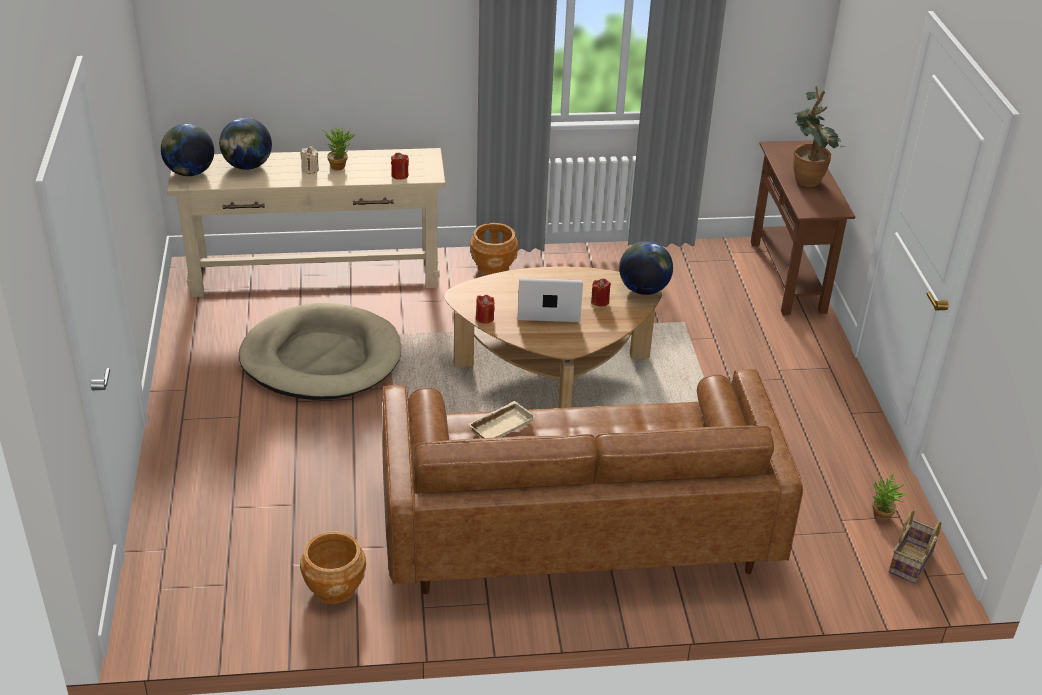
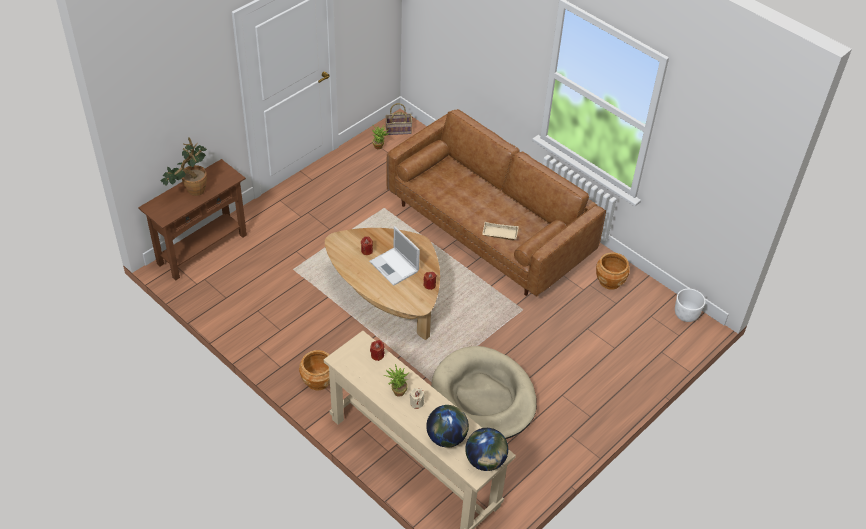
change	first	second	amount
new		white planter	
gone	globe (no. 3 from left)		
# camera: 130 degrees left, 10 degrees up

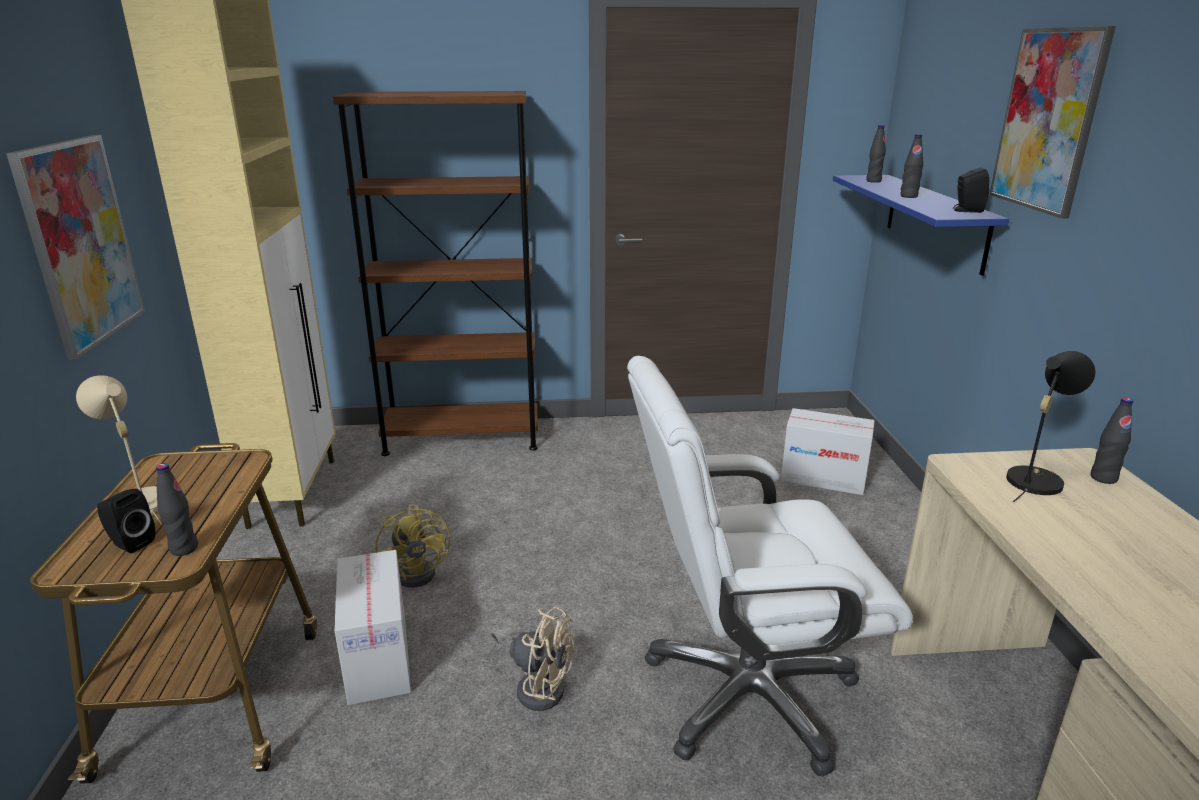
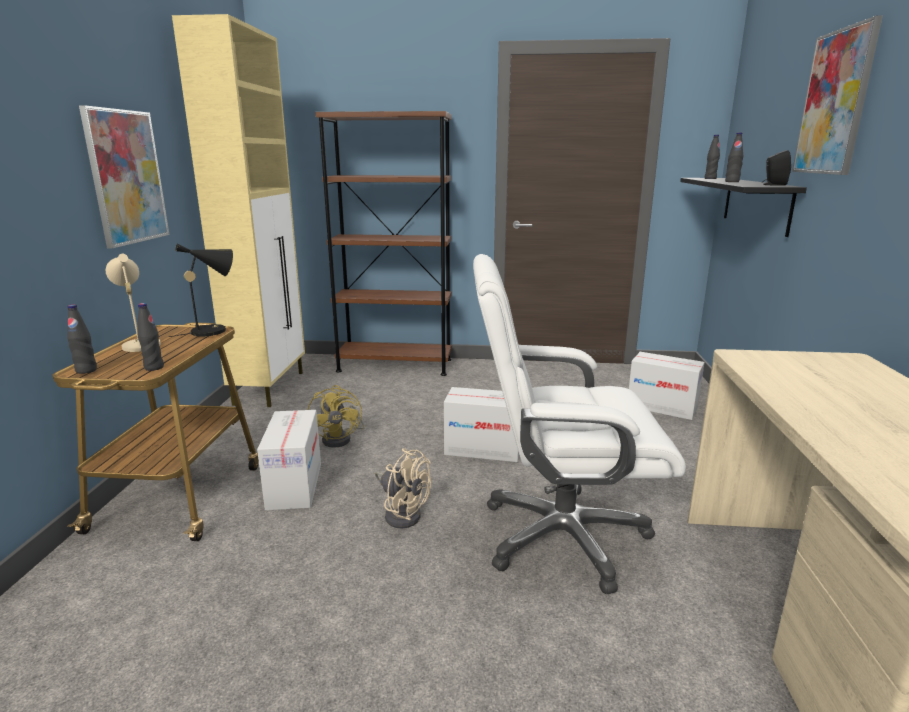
change	first	second	amount
shifted	black bottle (no. 4 from left in the first image)	black bottle (no. 1 from left)	
shifted	black table lamp		
new		cardboard box (no. 2 from left)	
repainted	blue shelf	black shelf	
gone	black speaker (no. 1 from left)		
# camera: 10 degrees right, 5 degrees down

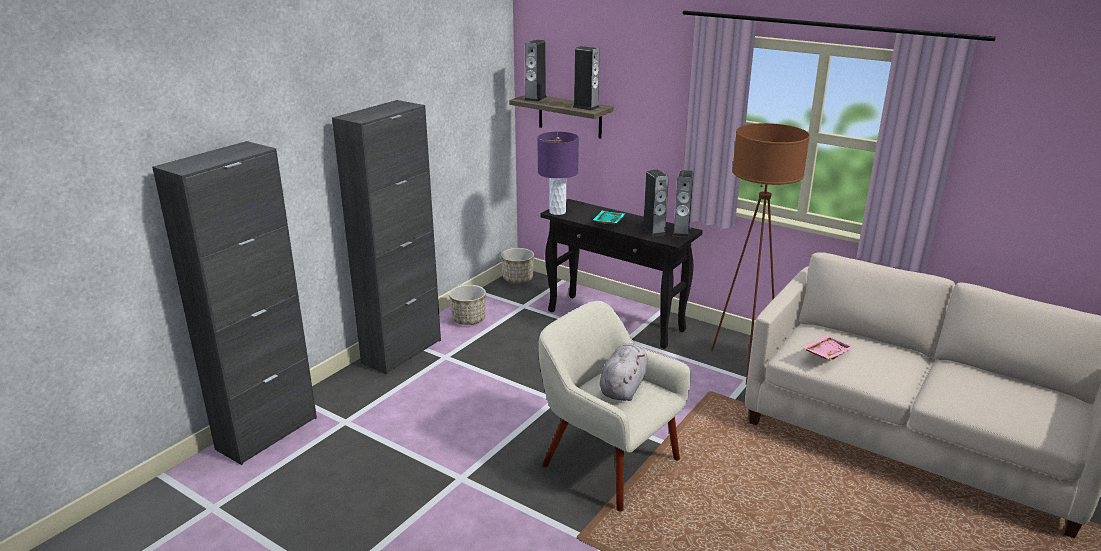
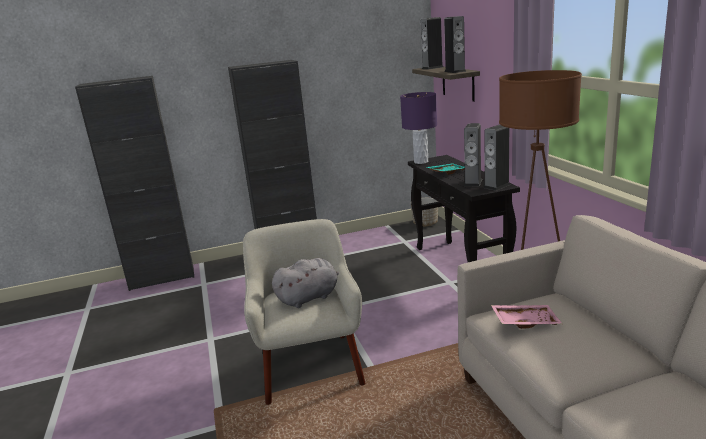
change	first	second	amount
gone	planter (no. 1 from left)		
# camera: 40 degrees right, 5 degrees down

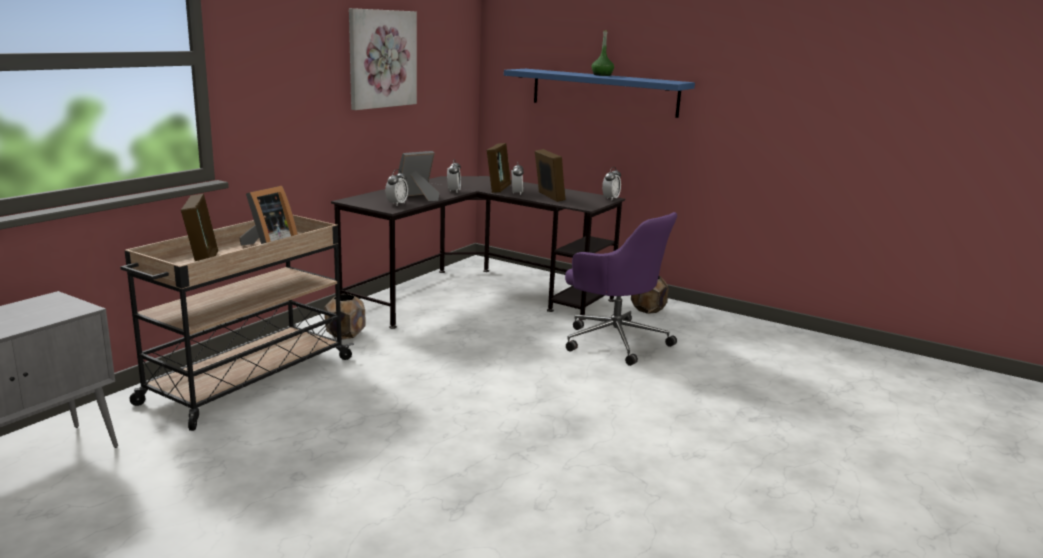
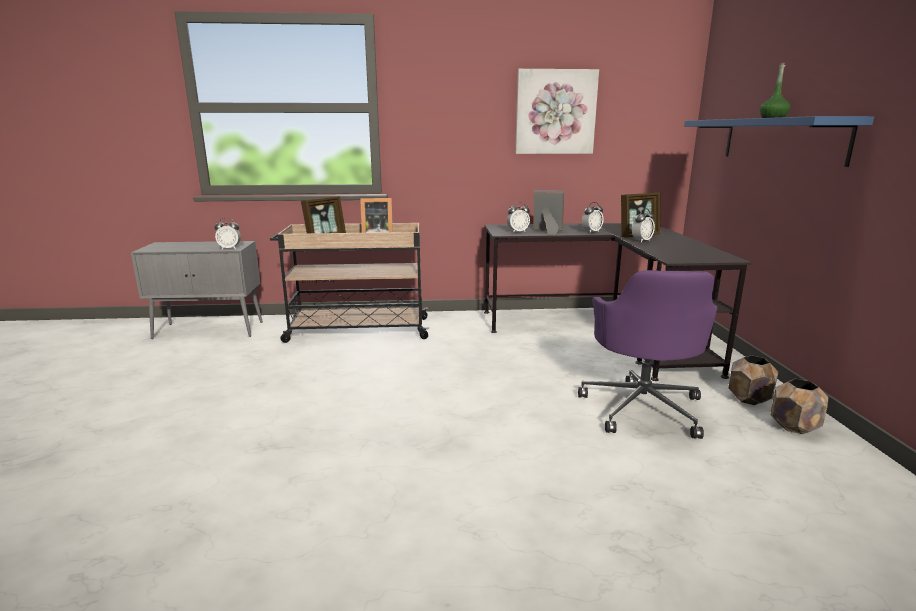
change	first	second	amount
shifted	alarm clock (no. 4 from left in the first image)	alarm clock (no. 1 from left)	
shifted	brown planter (no. 1 from left in the first image)	brown planter (no. 2 from left)	
gone	picture frame (no. 5 from left)		
# camera: 55 degrees right, 0 degrees up

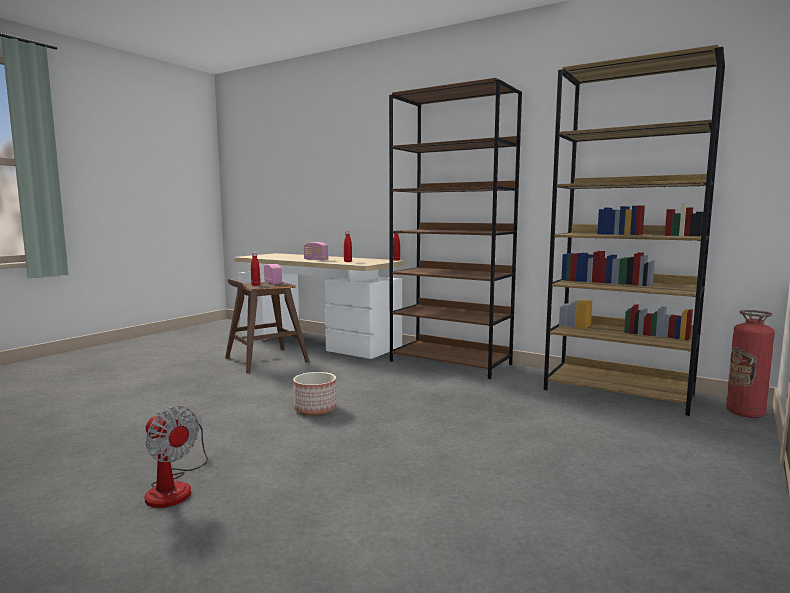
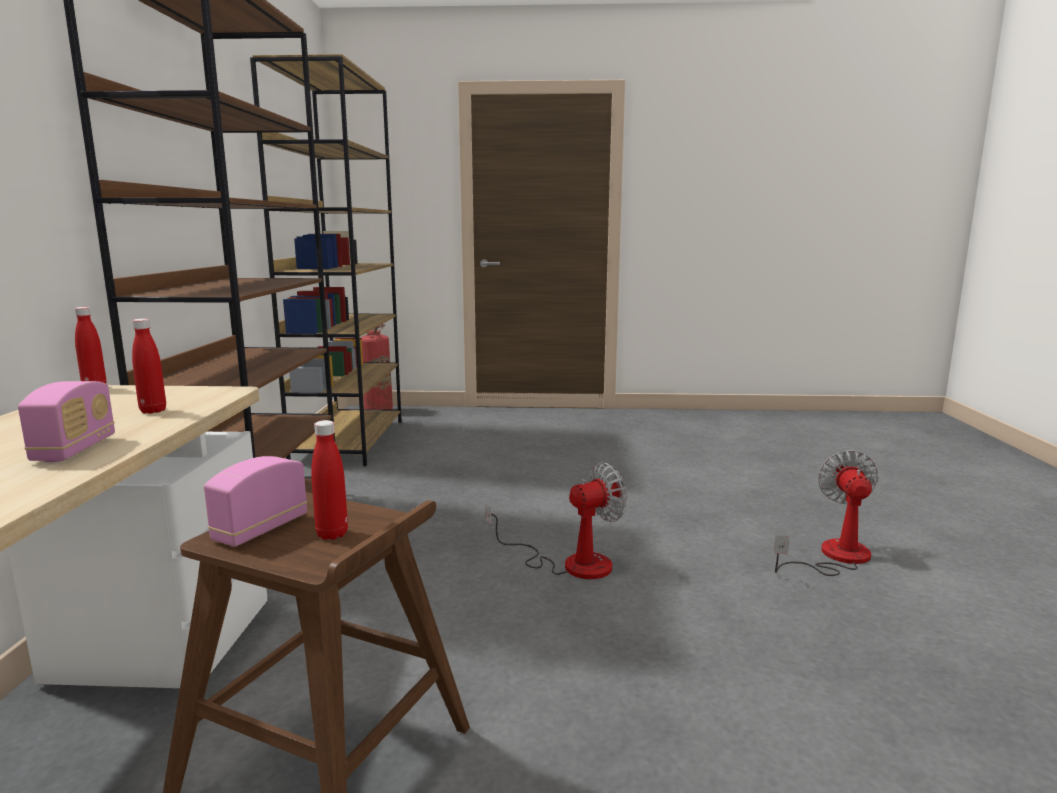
change	first	second	amount
swapped	planter	fan (no. 1 from left)	
# camera: 120 degrees left, 5 degrees up

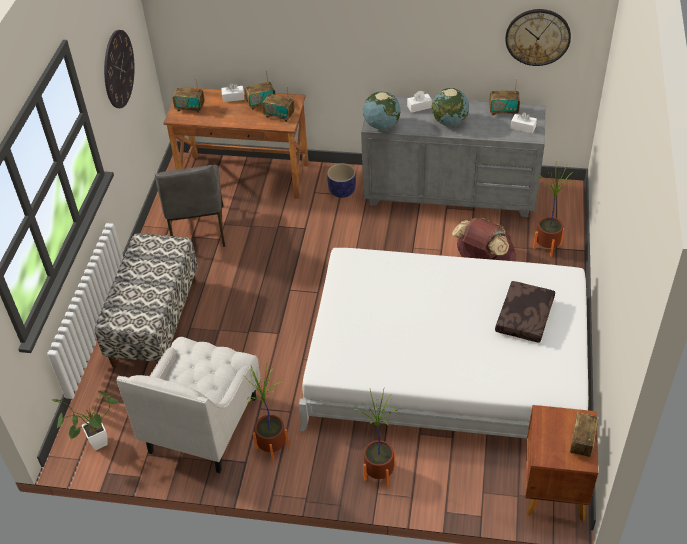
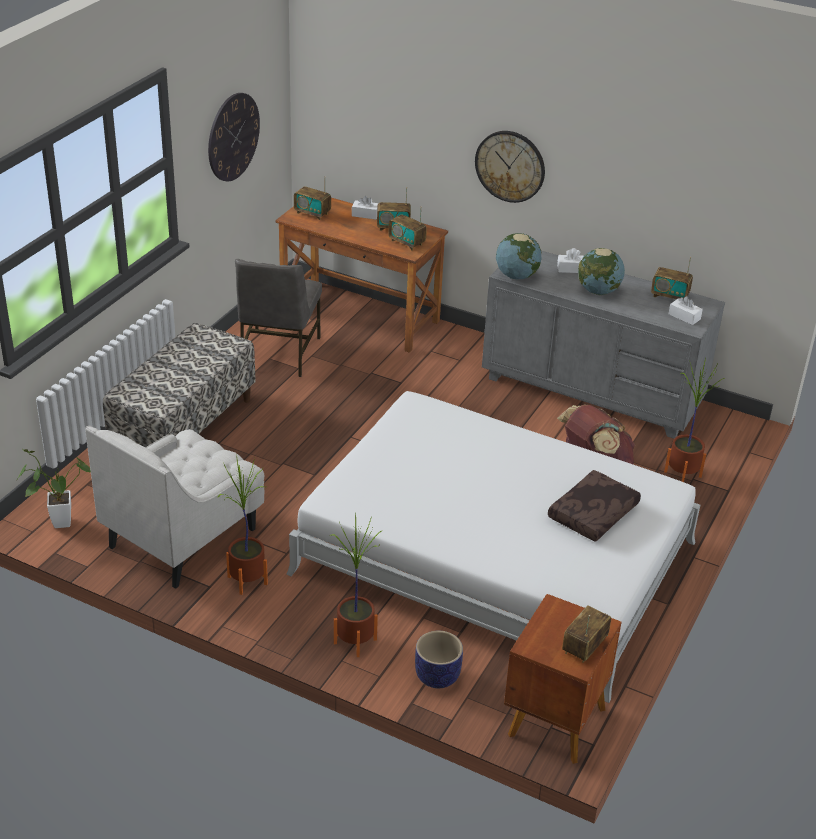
change	first	second	amount
shifted	planter		
shifted	wall clock (no. 2 from left)		
# camera: 15 degrees right, 10 degrees down

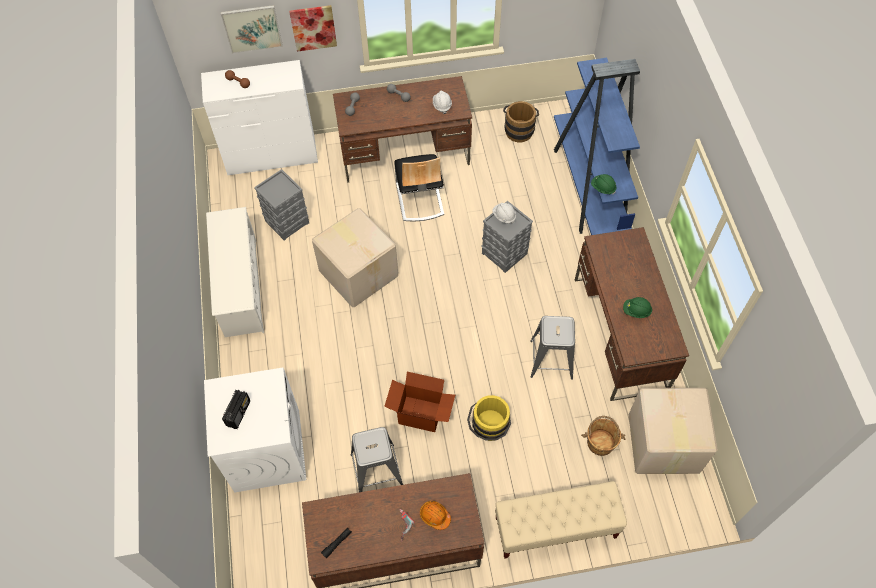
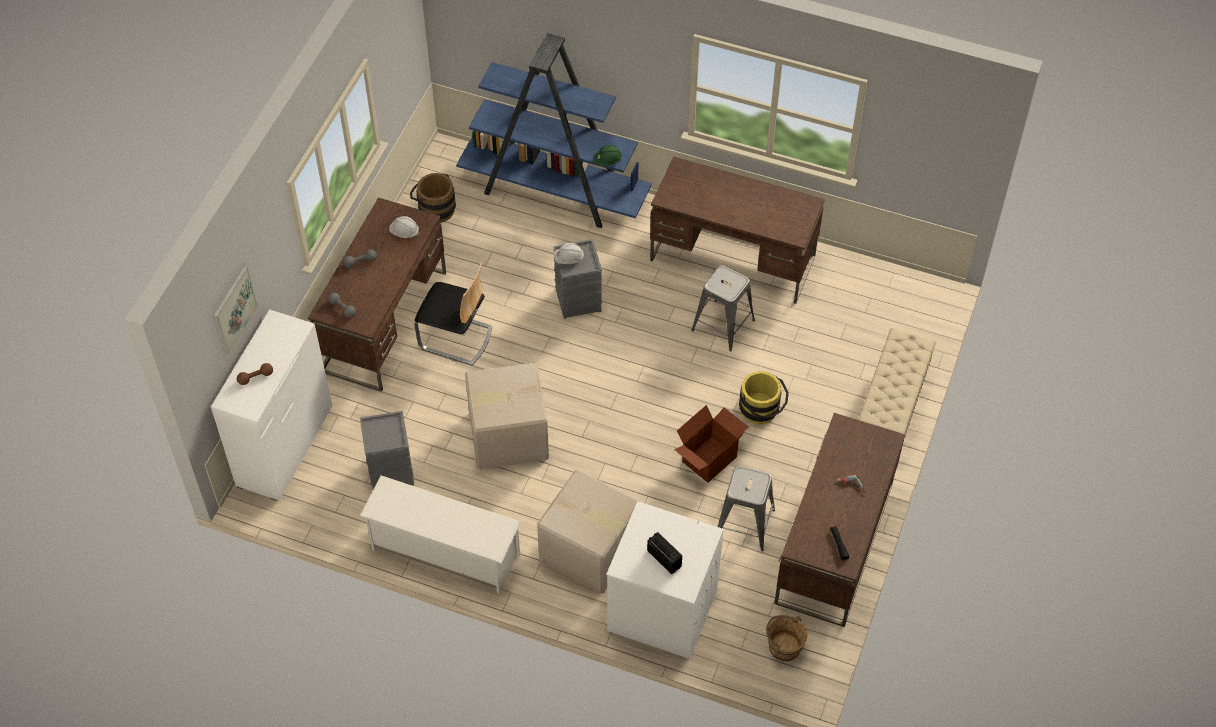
change	first	second	amount
shifted	cardboard box (no. 3 from left in the first image)	cardboard box (no. 2 from left)	
shifted	brown bucket (no. 2 from left)		
gone	picture (no. 2 from left)		
gone	orange hard hat		
gone	green hard hat (no. 2 from left)		
# camera: 60 degrees left, 5 degrees down

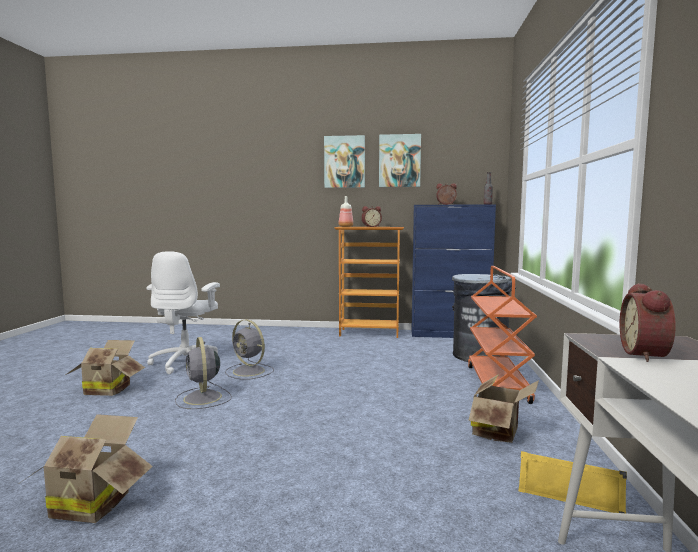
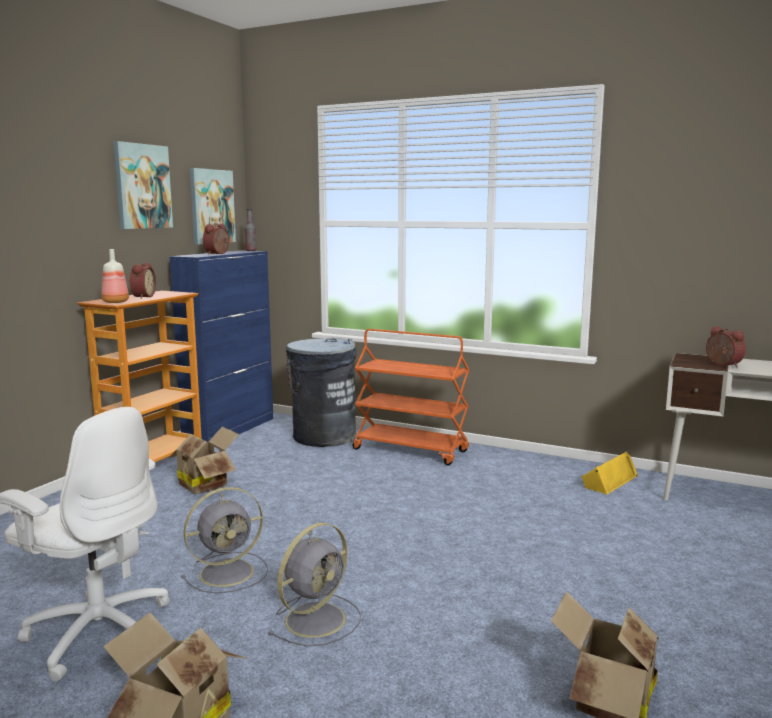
change	first	second	amount
shifted	cardboard box (no. 3 from left in the first image)	cardboard box (no. 2 from left)	
shifted	picture (no. 1 from left in the first image)	picture (no. 2 from left)	
rotated	grey fan (no. 1 from left in the first image)	grey fan (no. 2 from left)	45 degrees counterclockwise
rotated	alarm clock (no. 3 from left)		150 degrees counterclockwise
# camera: 70 degrees left, 5 degrees up

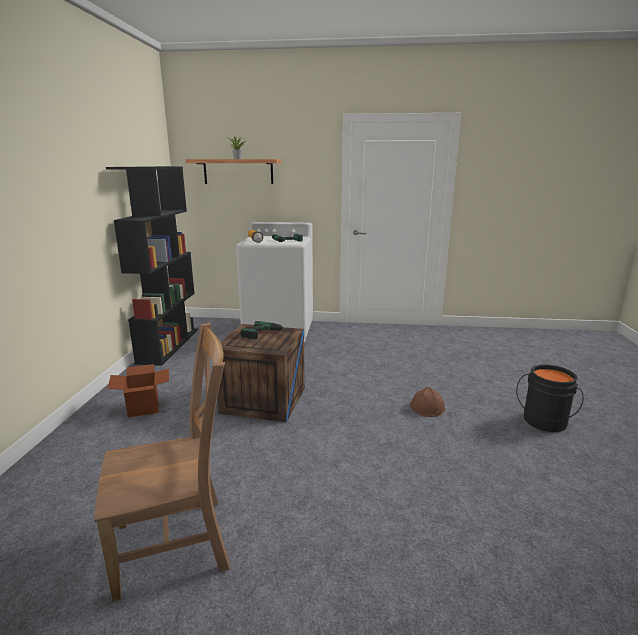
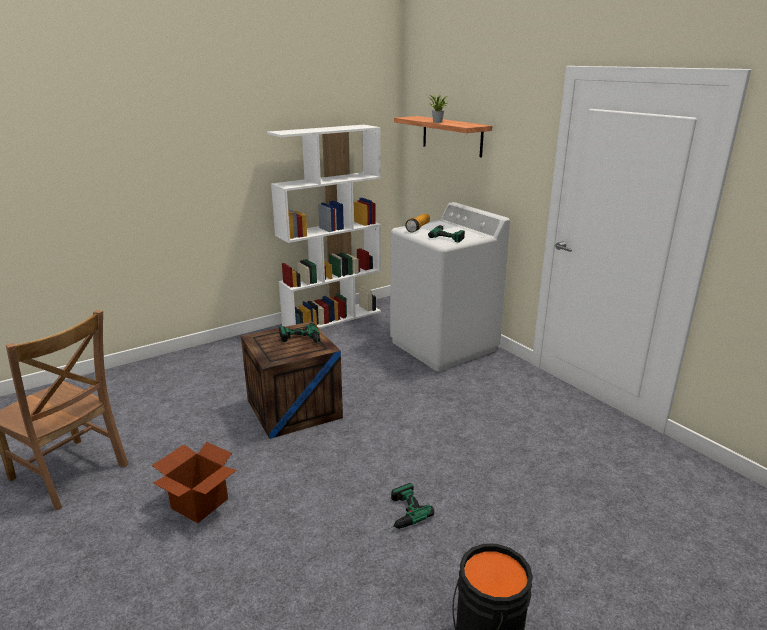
change	first	second	amount
shifted	cardboard box		
repainted	black bookcase	white bookcase	
swapped	brown hard hat	power drill (no. 2 from left)	
# camera: 50 degrees right, 5 degrees up

